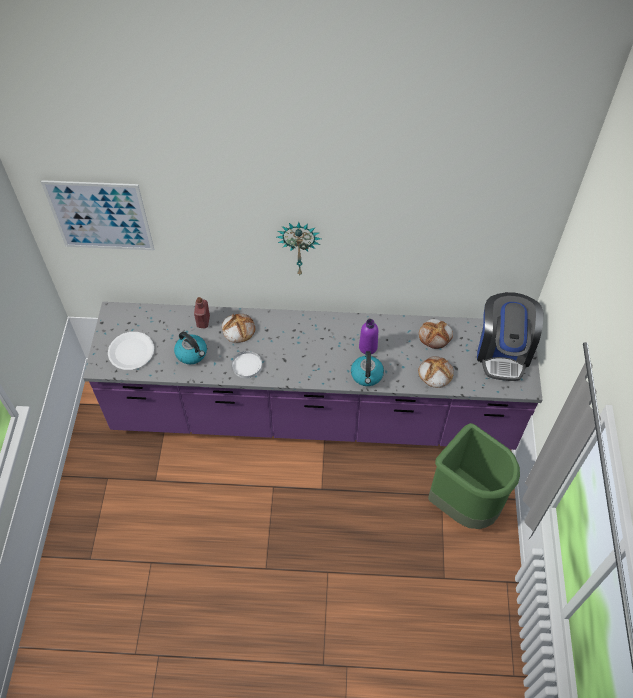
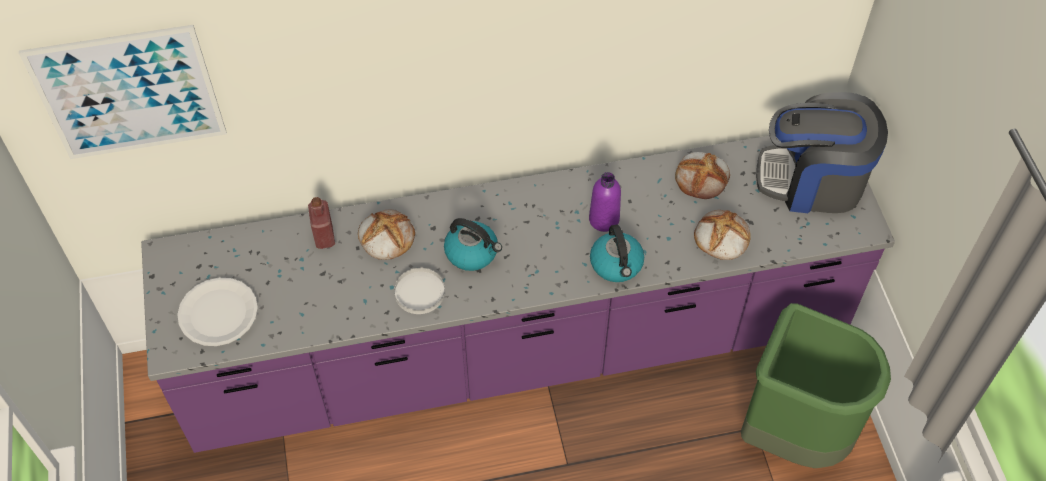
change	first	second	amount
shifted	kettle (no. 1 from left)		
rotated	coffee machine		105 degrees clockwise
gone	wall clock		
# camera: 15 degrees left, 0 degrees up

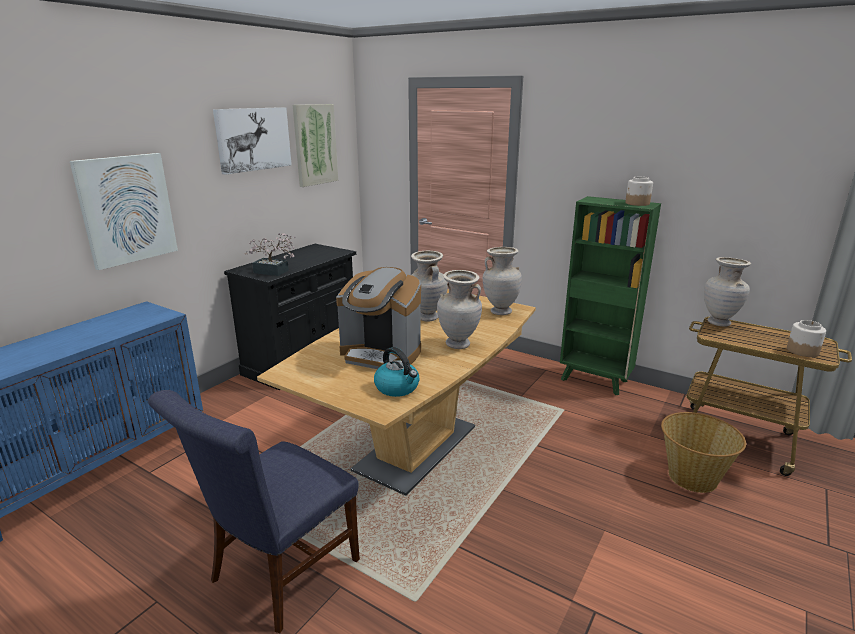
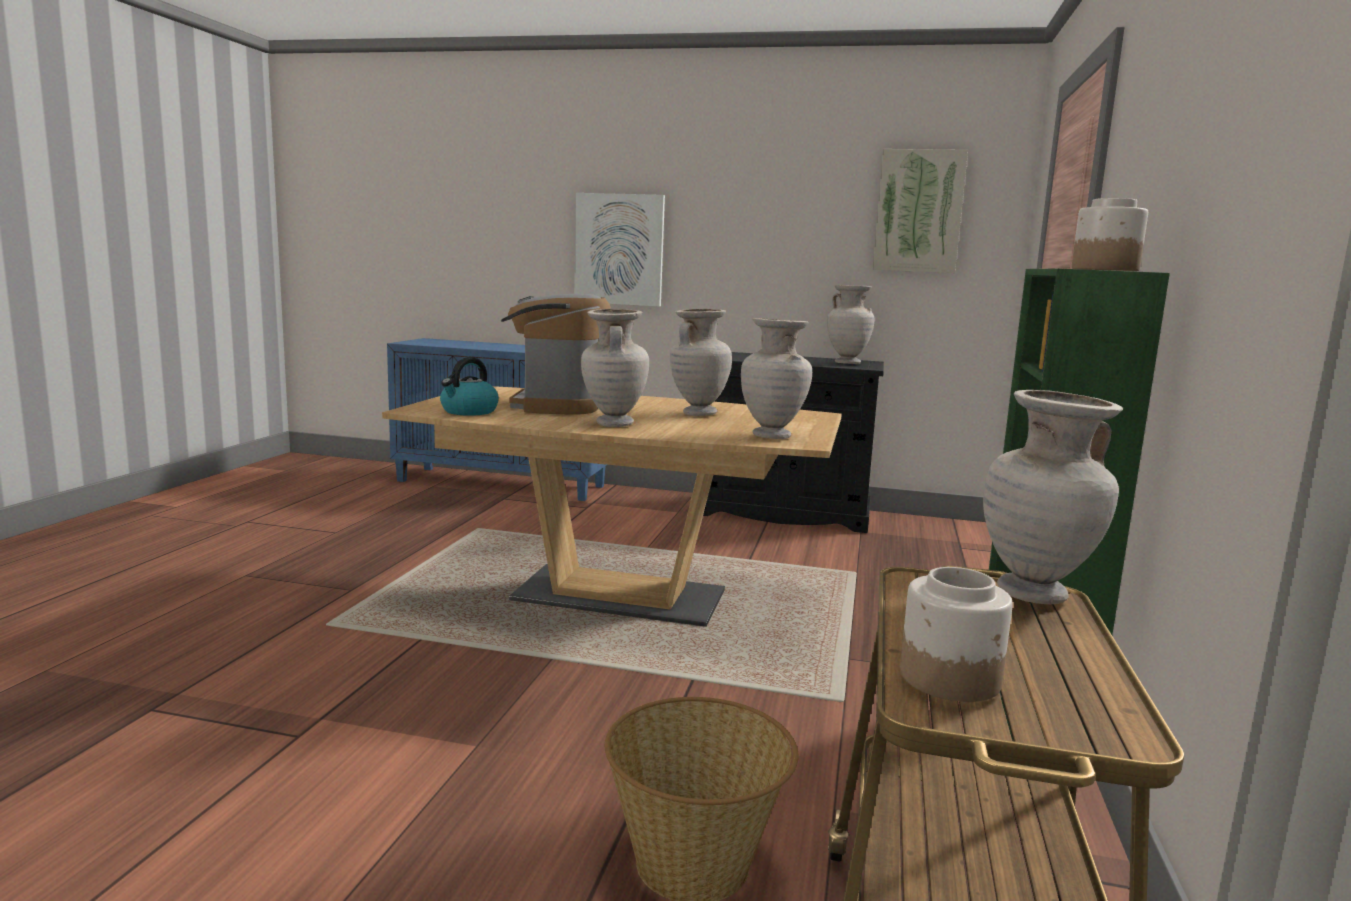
change	first	second	amount
new		beige vase (no. 4 from left)	
gone	blue chair		
gone	picture (no. 2 from left)		
gone	potted plant		
# camera: 70 degrees right, 10 degrees down

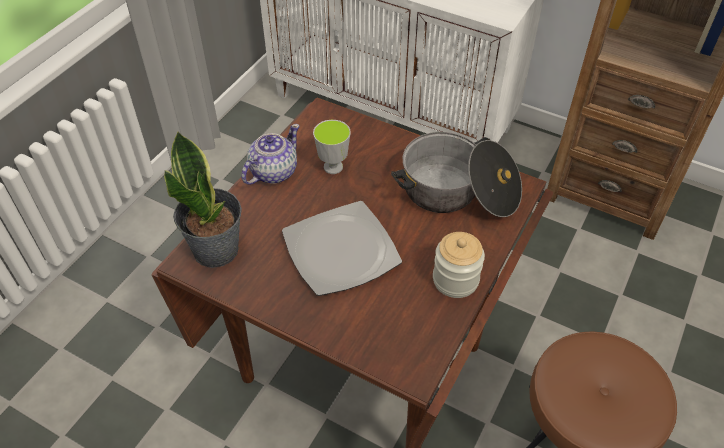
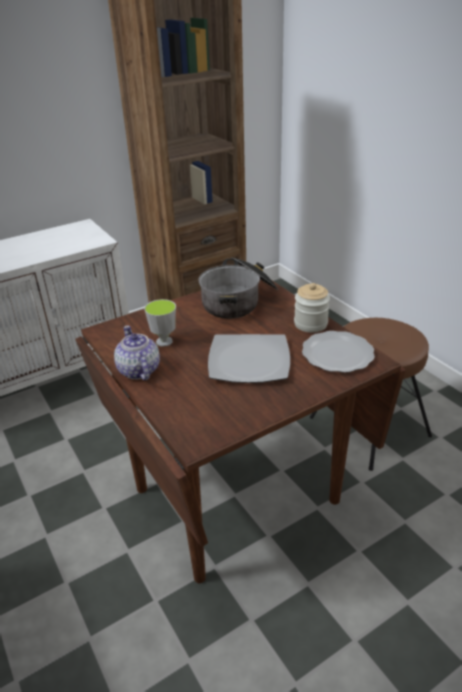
change	first	second	amount
new		plate (no. 2 from left)	
gone	potted plant		
# camera: 60 degrees left, 15 degrees down

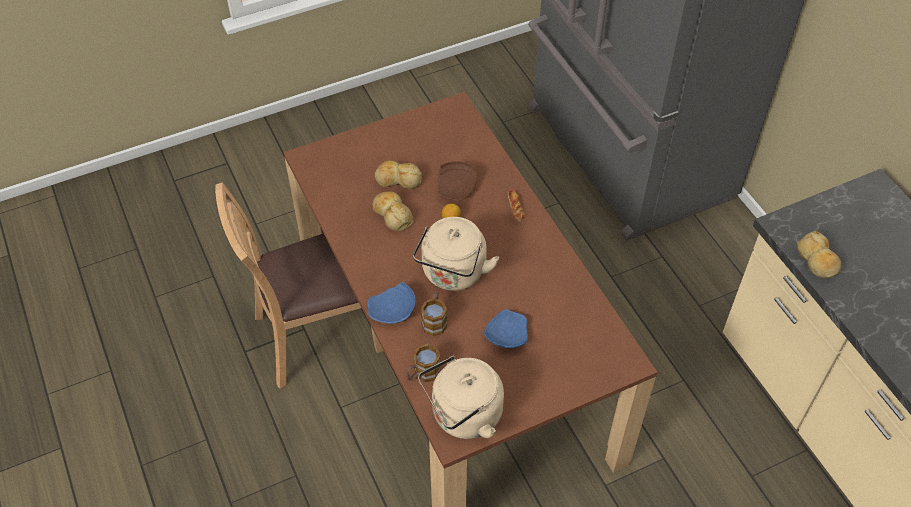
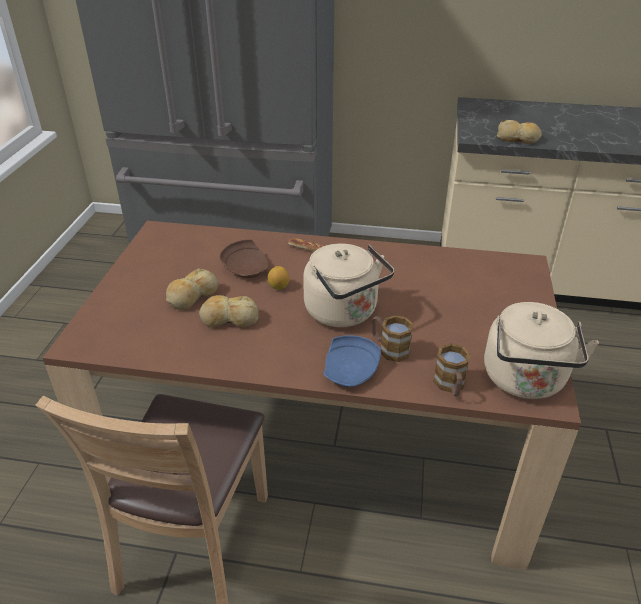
change	first	second	amount
gone	blue plate (no. 2 from left)		
# camera: 55 degrees left, 15 degrees down

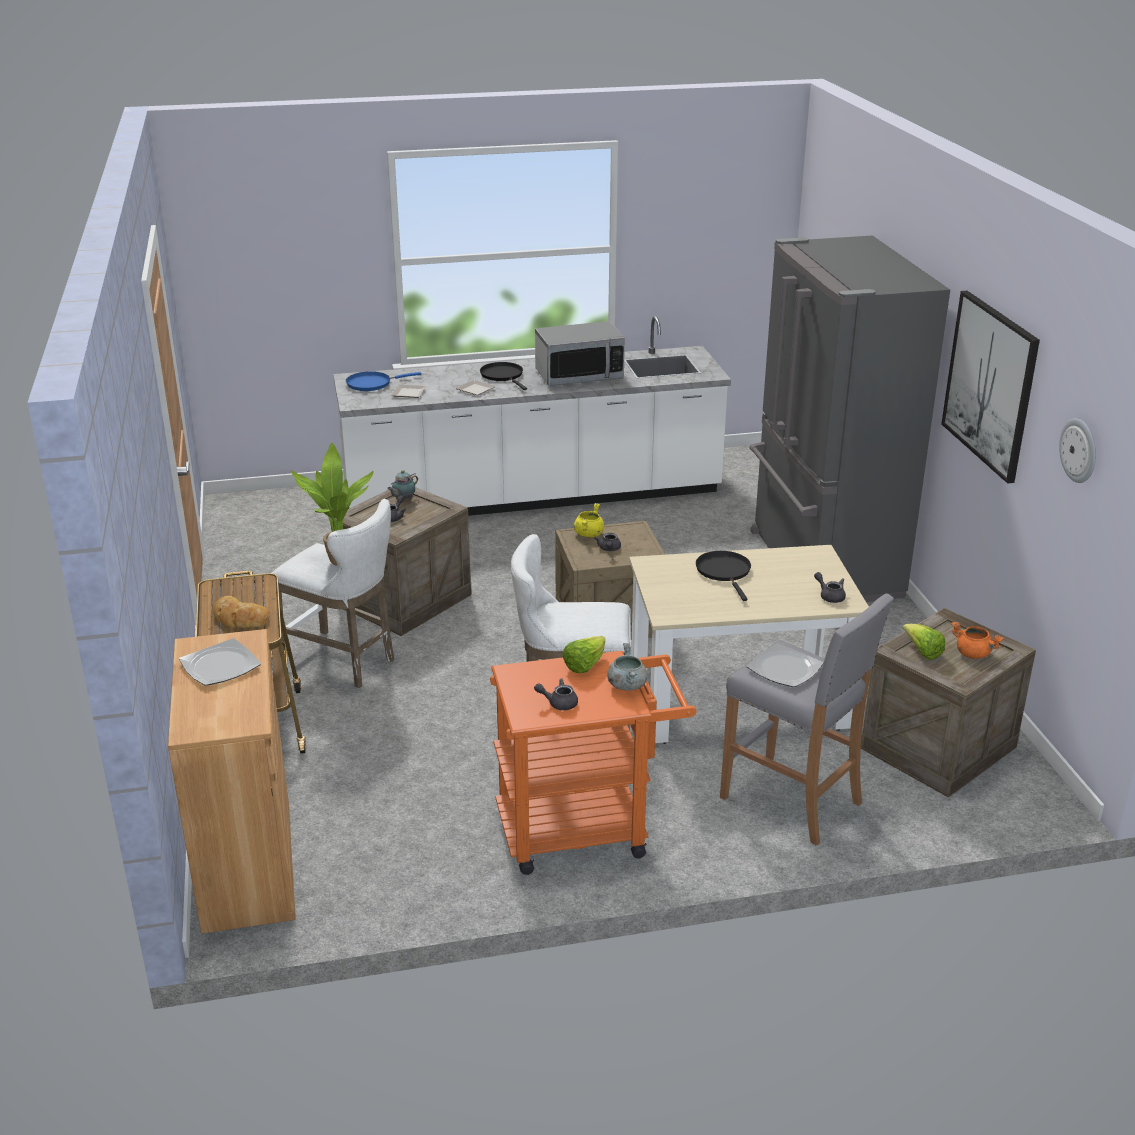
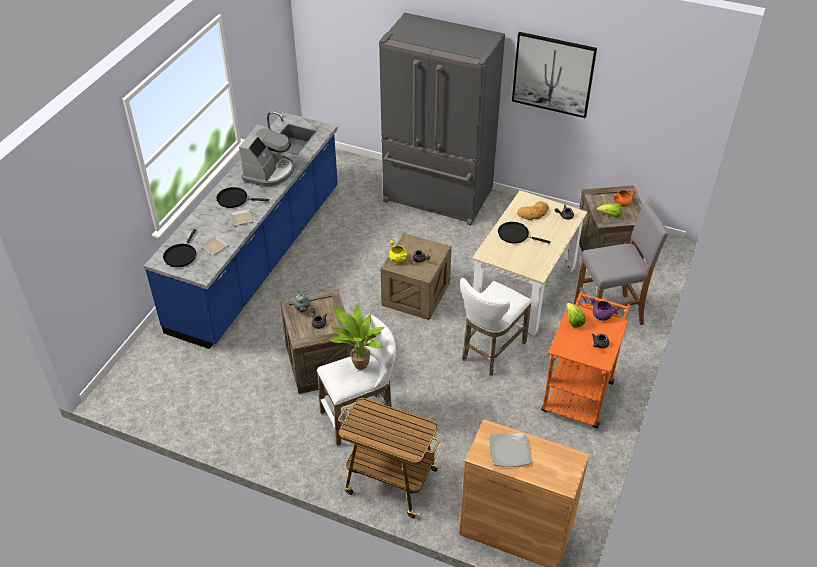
change	first	second	amount
repainted	white counter	blue counter	
repainted	blue frying pan	black frying pan (no. 1 from left)	
swapped	microwave	coffee machine	
shifted	bread		
repainted	grey cooking pot	purple cooking pot	
gone	plate (no. 4 from left)		
gone	wall clock		
# camera: 55 degrees left, 15 degrees up

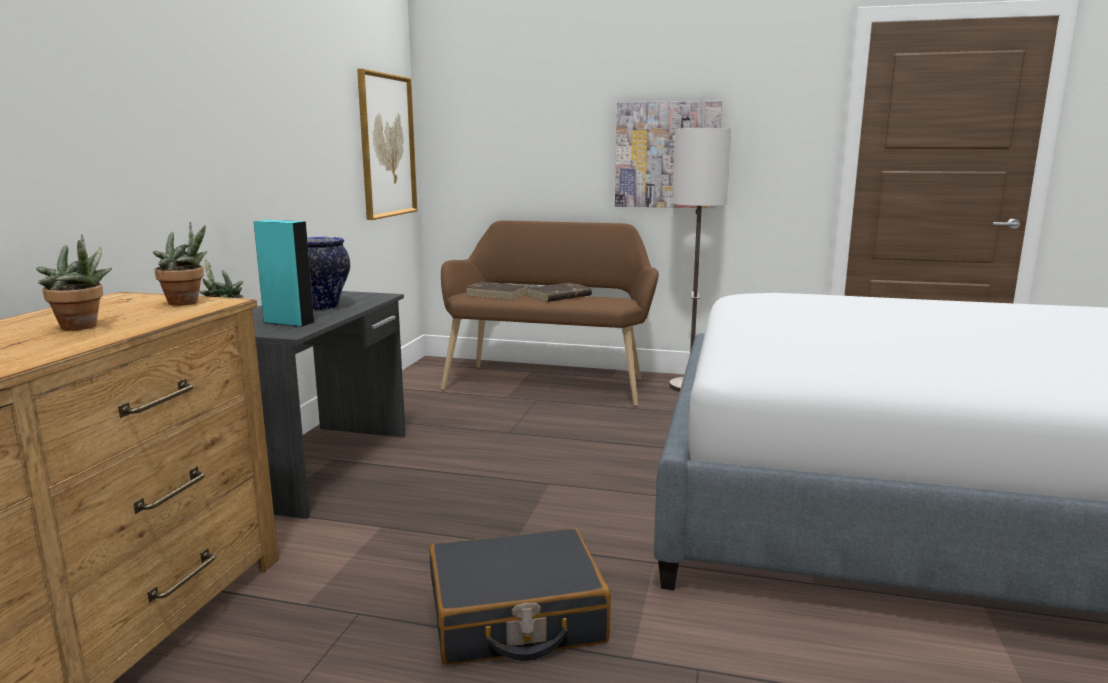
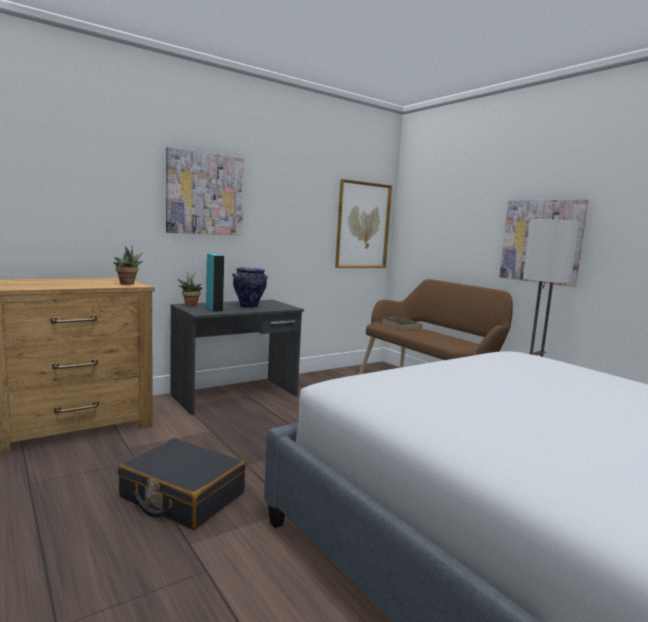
change	first	second	amount
new		picture (no. 1 from left)	
gone	potted plant (no. 1 from left)		
gone	brown book (no. 2 from left)		
# camera: 40 degrees right, 5 degrees down

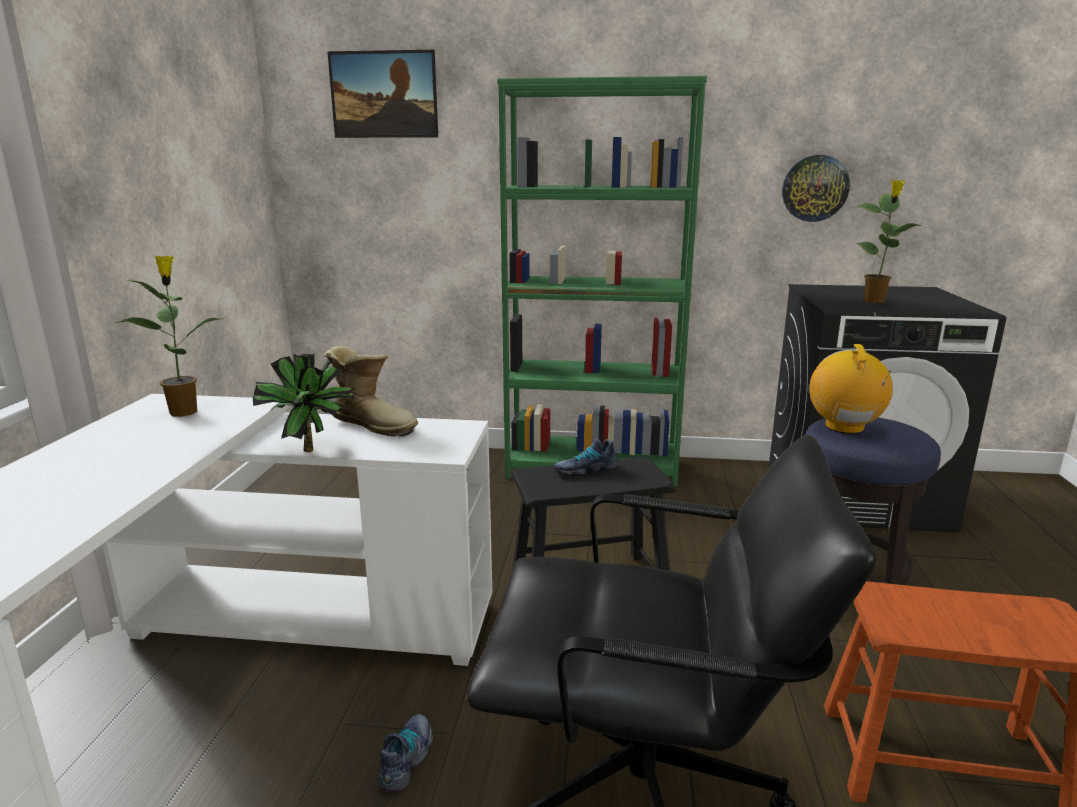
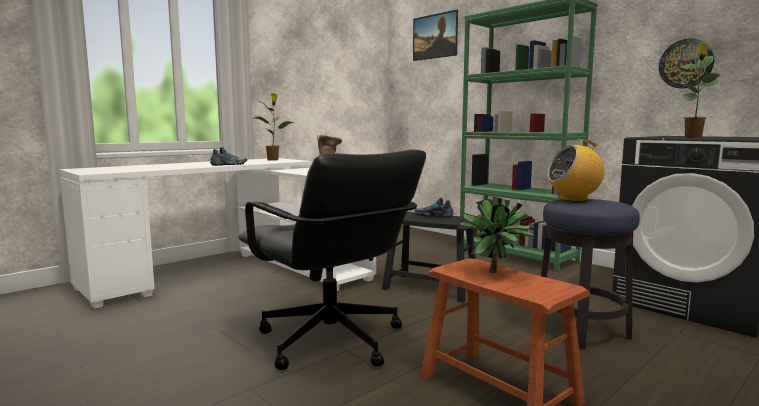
change	first	second	amount
shifted	shoe (no. 1 from left)		
shifted	potted plant (no. 2 from left)		
rotated	radio		150 degrees counterclockwise
# camera: 40 degrees right, 10 degrees down

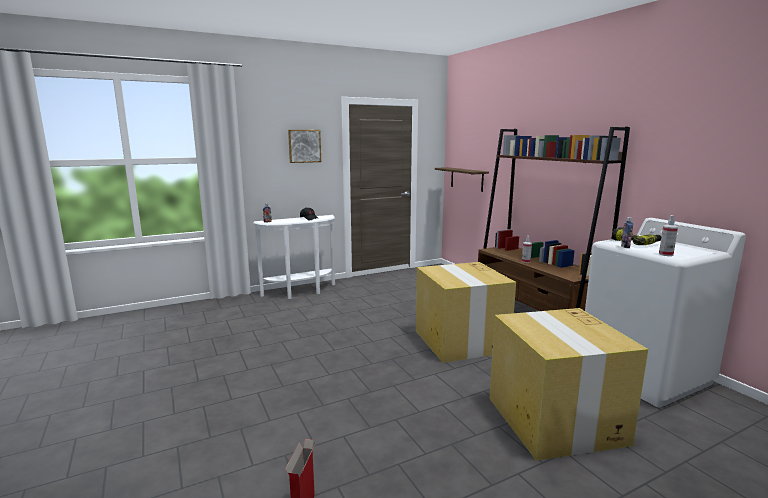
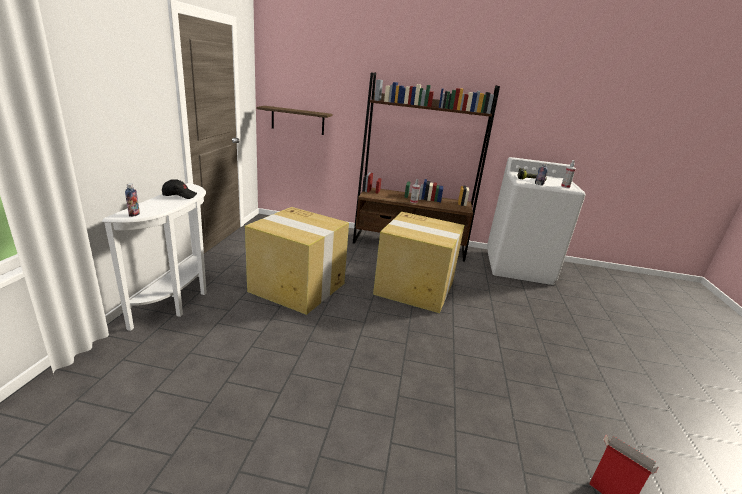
change	first	second	amount
shifted	cardboard box (no. 3 from left in the first image)	cardboard box (no. 1 from left)	
gone	picture		
# camera: 55 degrees left, 10 degrees up

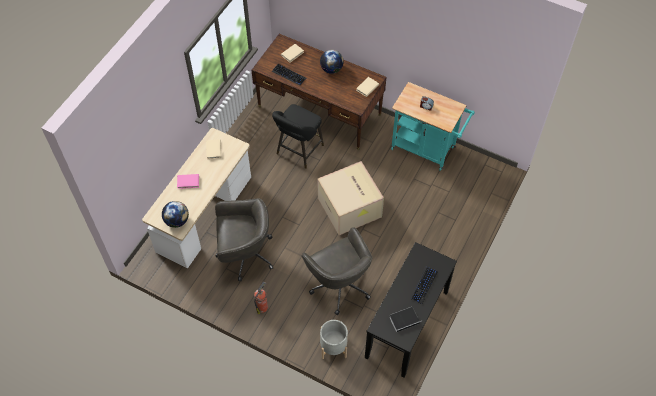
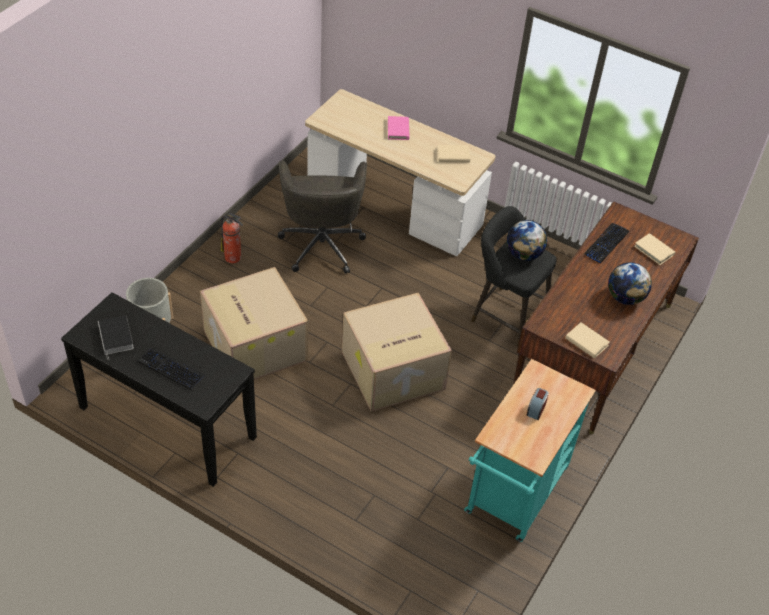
change	first	second	amount
swapped	grey office chair (no. 2 from left)	cardboard box (no. 1 from left)	
shifted	globe (no. 1 from left)		
# camera: 90 degrees right, 10 degrees down

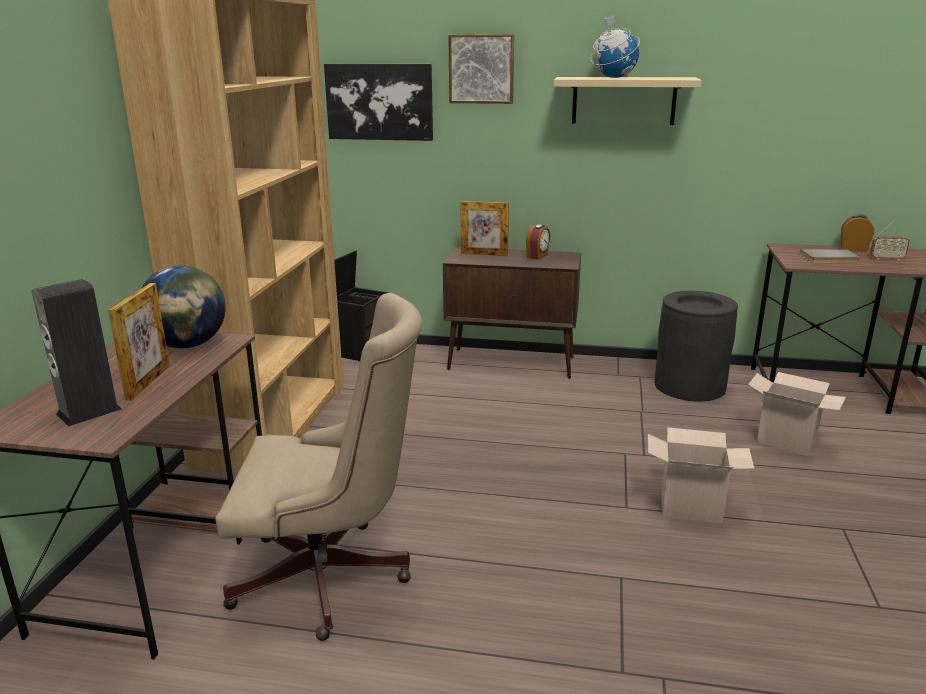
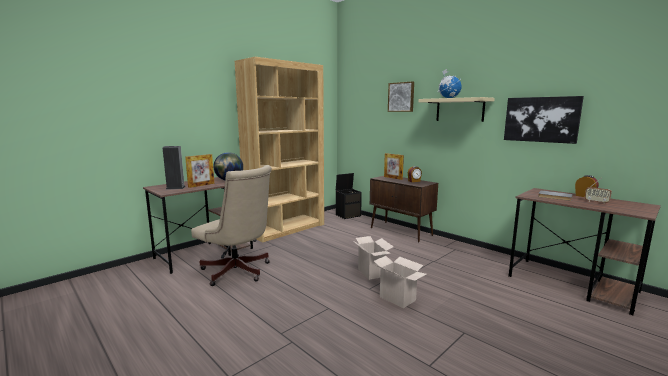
change	first	second	amount
shifted	cardboard box (no. 2 from left in the first image)	cardboard box (no. 1 from left)	
shifted	picture (no. 1 from left in the first image)	picture (no. 2 from left)	
gone	black trash can		
# camera: 35 degrees right, 10 degrees down

